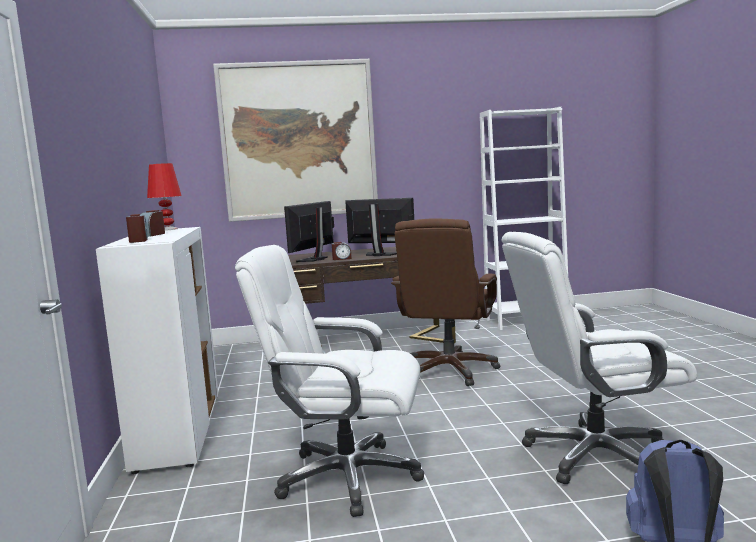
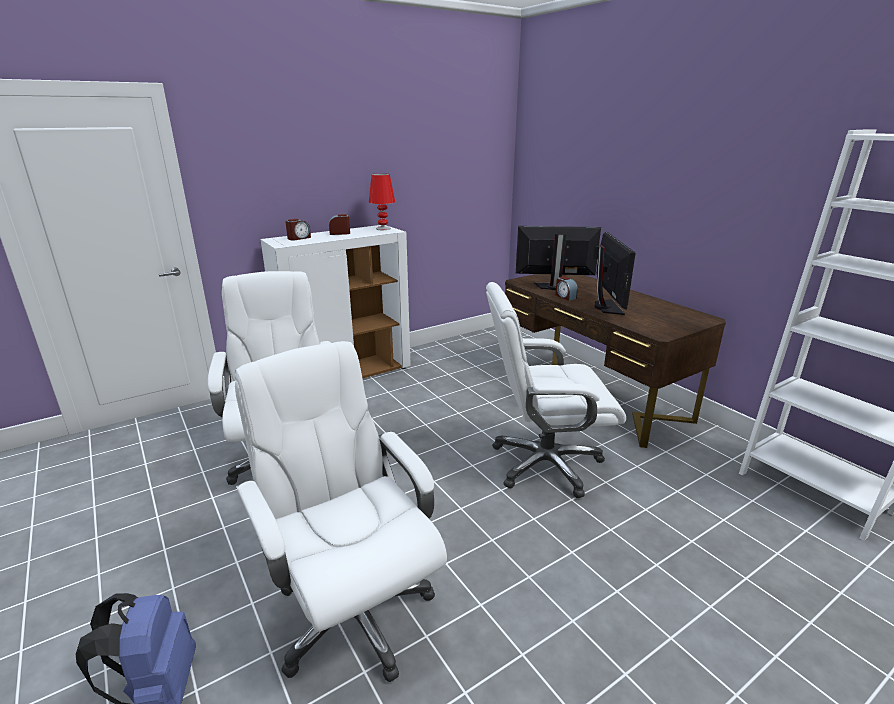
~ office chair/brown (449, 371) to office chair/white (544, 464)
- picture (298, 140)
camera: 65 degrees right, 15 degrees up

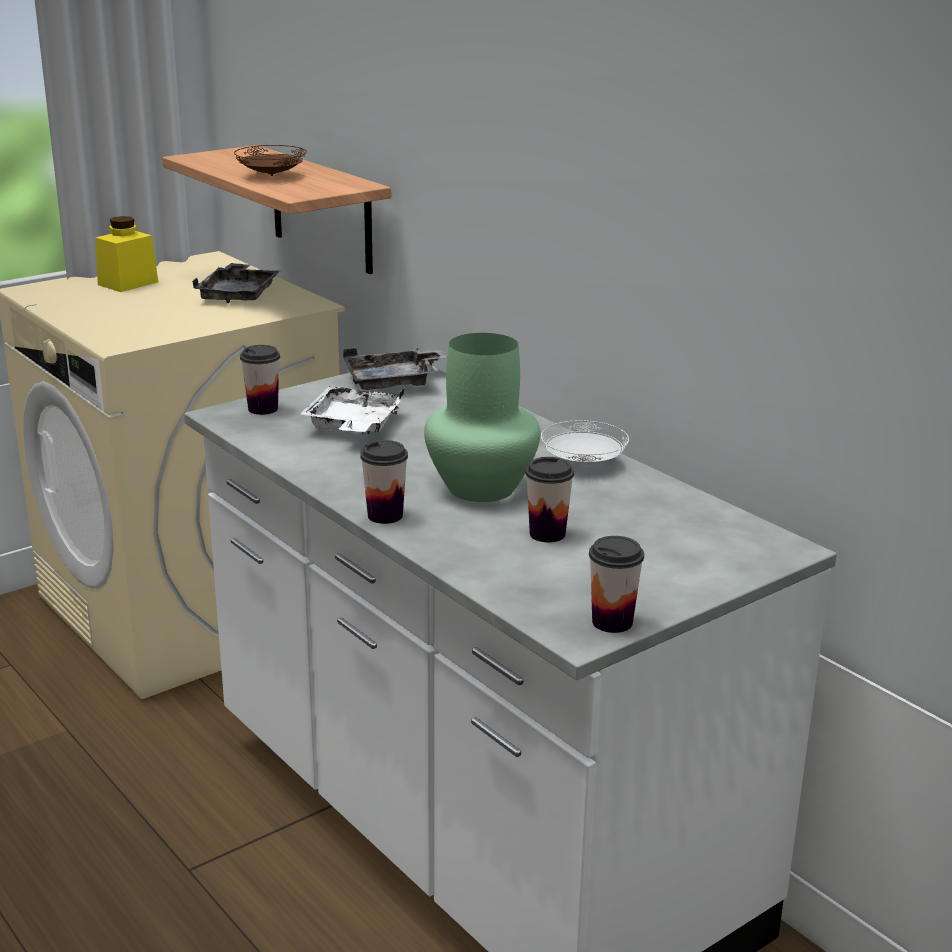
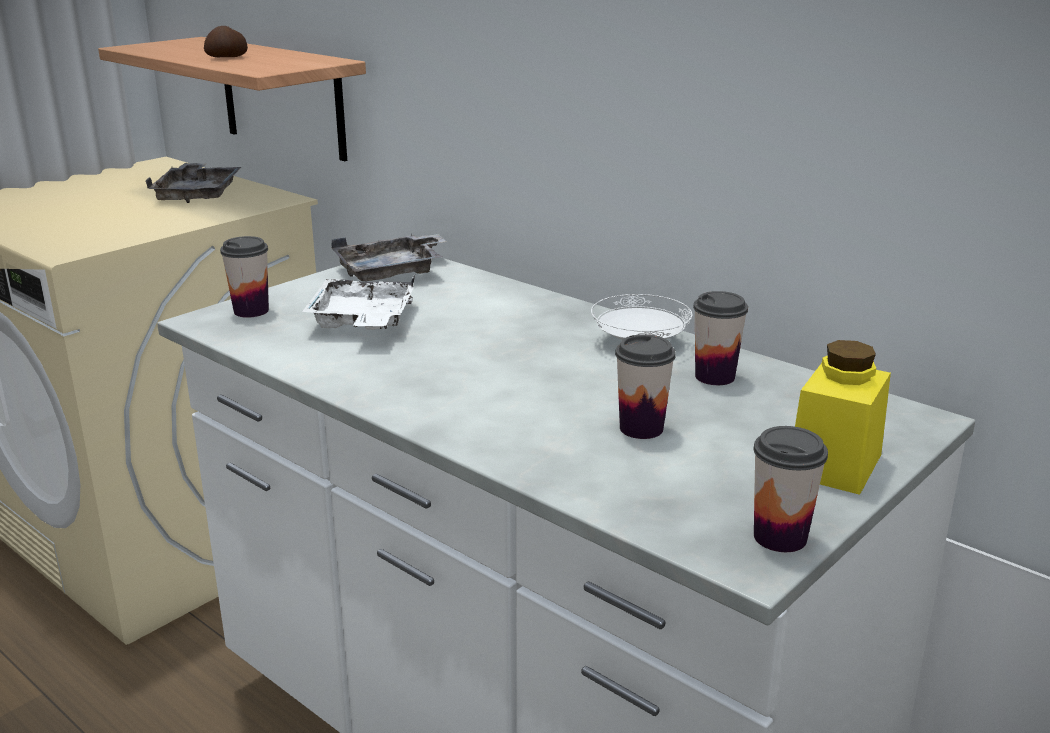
~ plate/brown (271, 176) to potato (228, 57)
~ cup (385, 516) to (714, 377)
~ jar/yellow (128, 283) to (834, 465)
- vase/green (481, 487)
camera: 10 degrees left, 0 degrees up

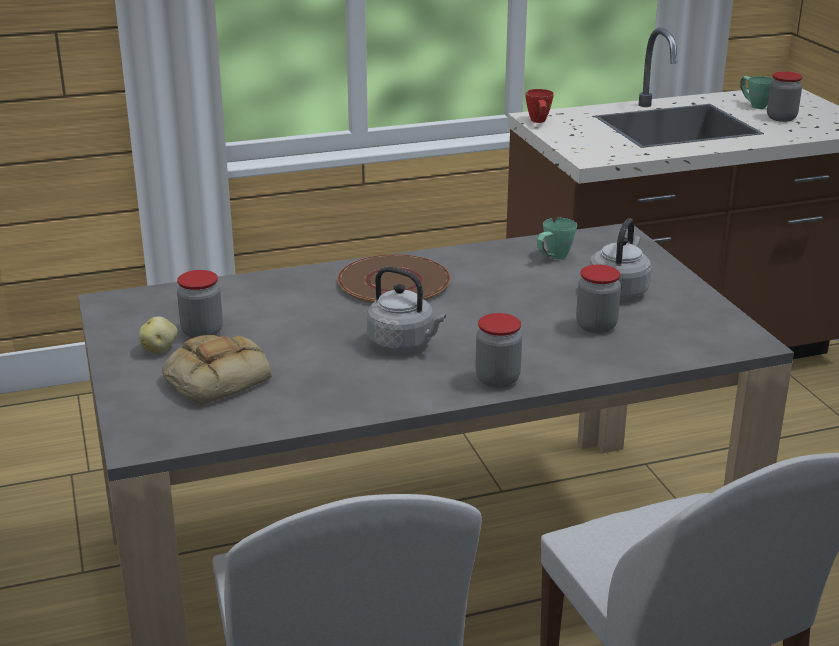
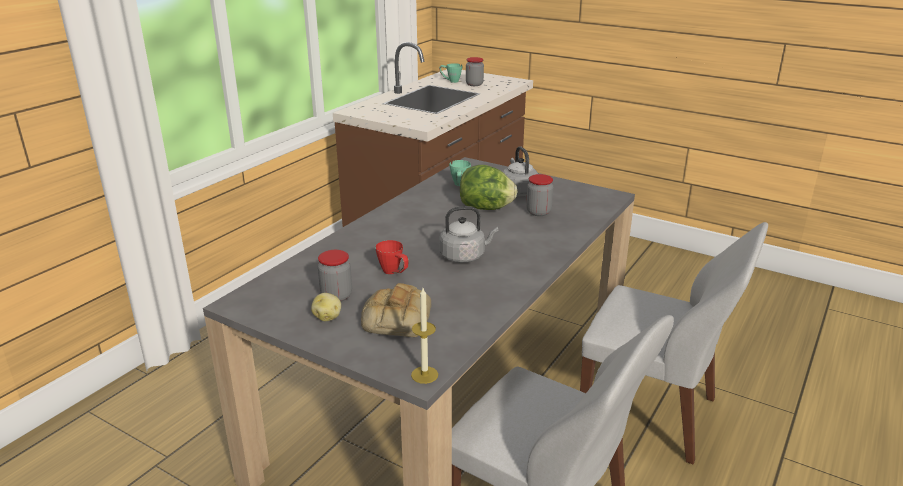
~ mug/red (539, 122) to (394, 273)
+ candle (424, 375)
+ lettuce (486, 208)
- plate/brown (394, 282)
- jar (497, 379)
camera: 40 degrees left, 0 degrees up

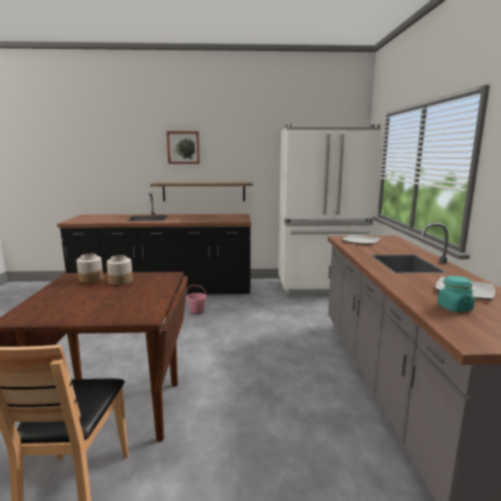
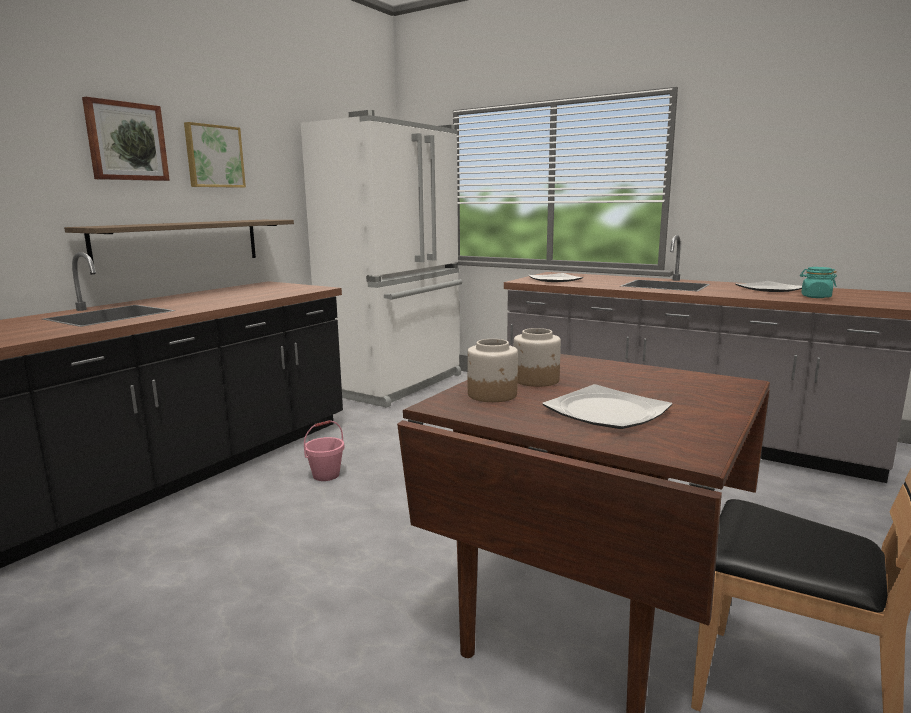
+ picture (214, 156)
+ plate (607, 412)
camera: 55 degrees left, 0 degrees up

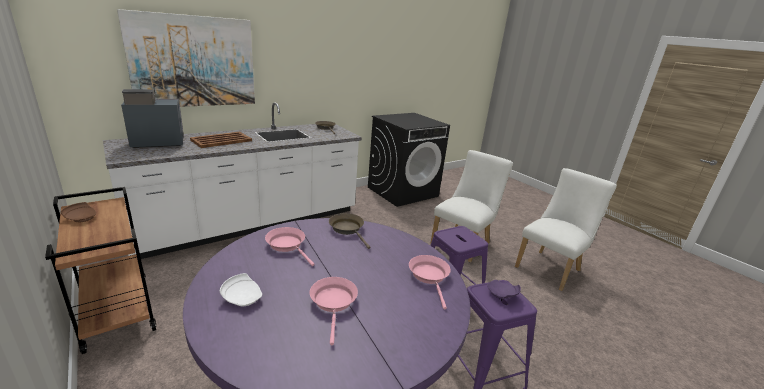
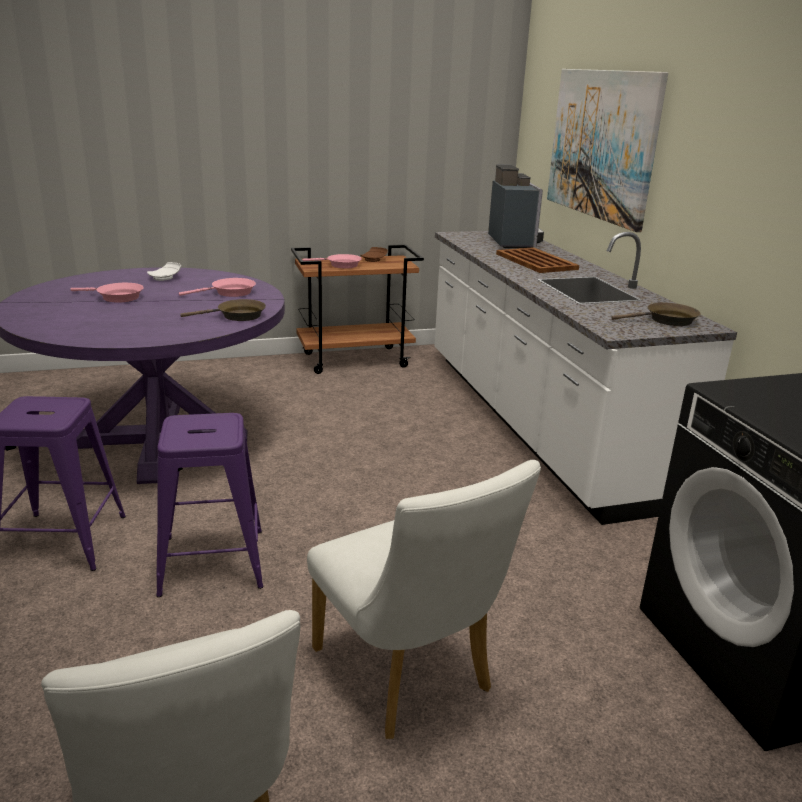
~ frying pan/pink (429, 276) to (340, 265)
- plate/purple (502, 295)
camera: 110 degrees right, 0 degrees up

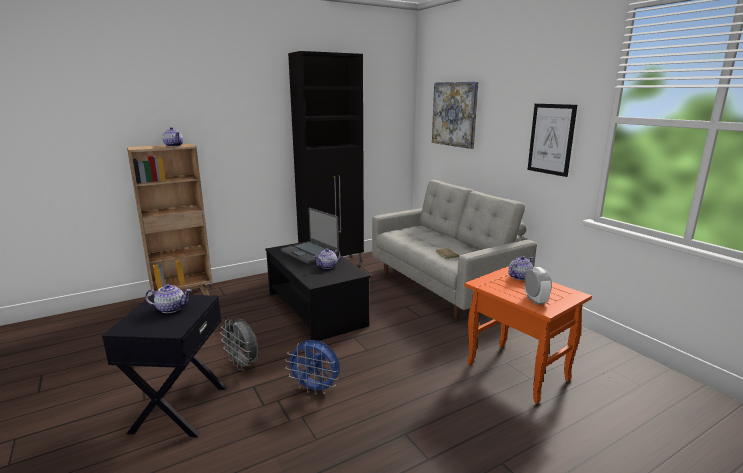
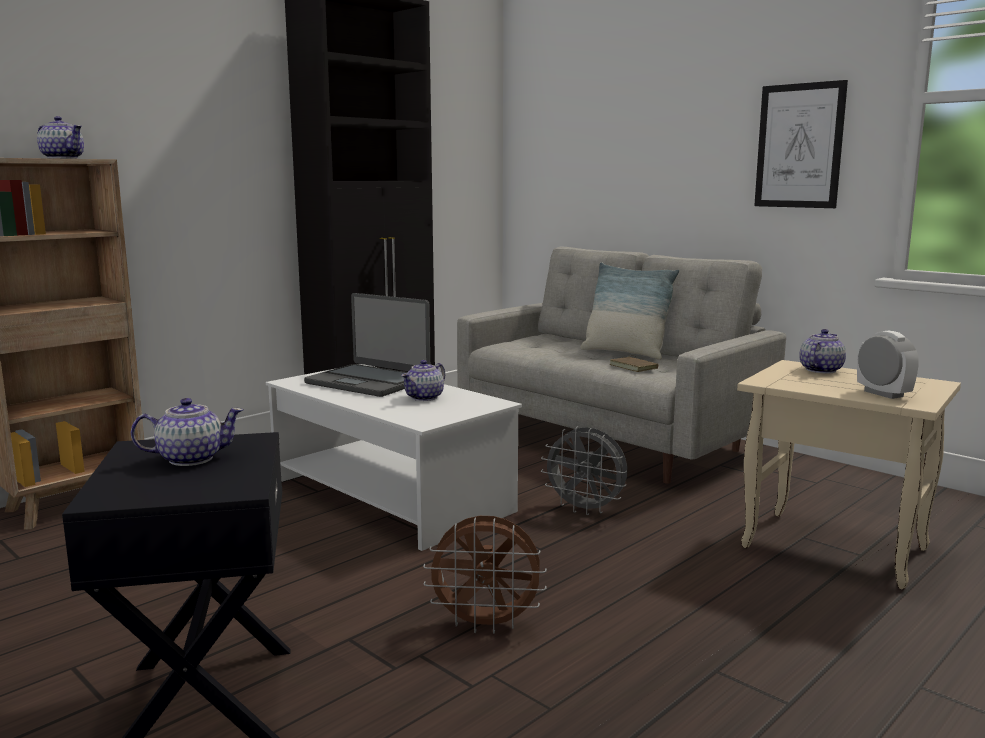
~ coffee table/black (316, 309) to coffee table/white (391, 496)
~ fan/blue (315, 389) to fan/brown (486, 624)
~ fan/grey (243, 365) to (586, 510)
+ pillow (625, 353)
~ side table/orange (515, 371) to side table/beige (830, 548)
- picture (454, 114)
camera: 15 degrees left, 5 degrees down

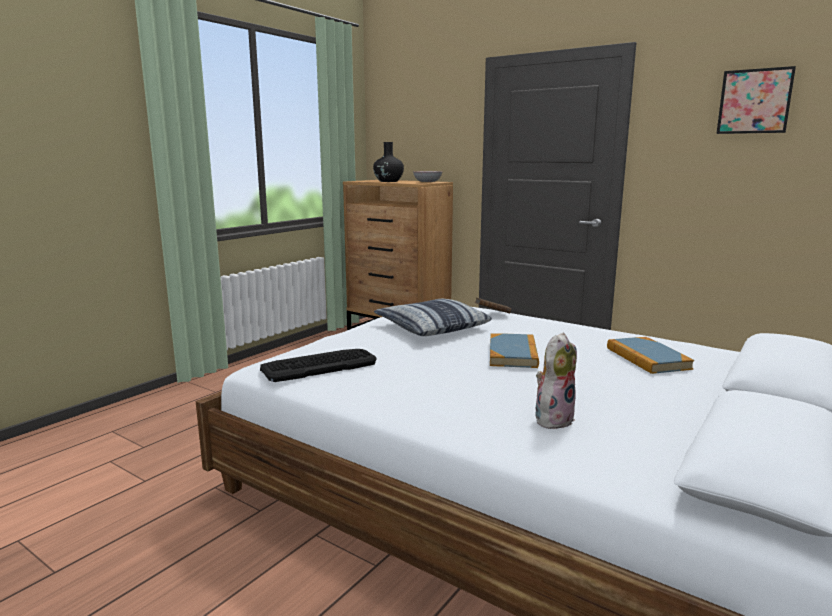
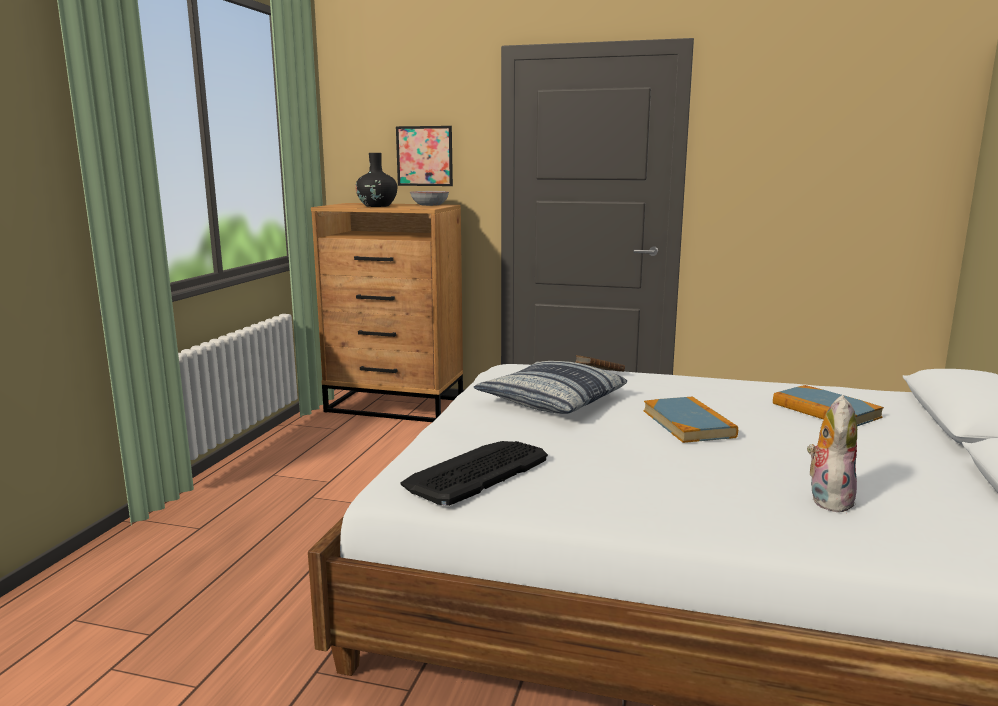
~ picture (754, 101) to (424, 156)
camera: 20 degrees left, 0 degrees up

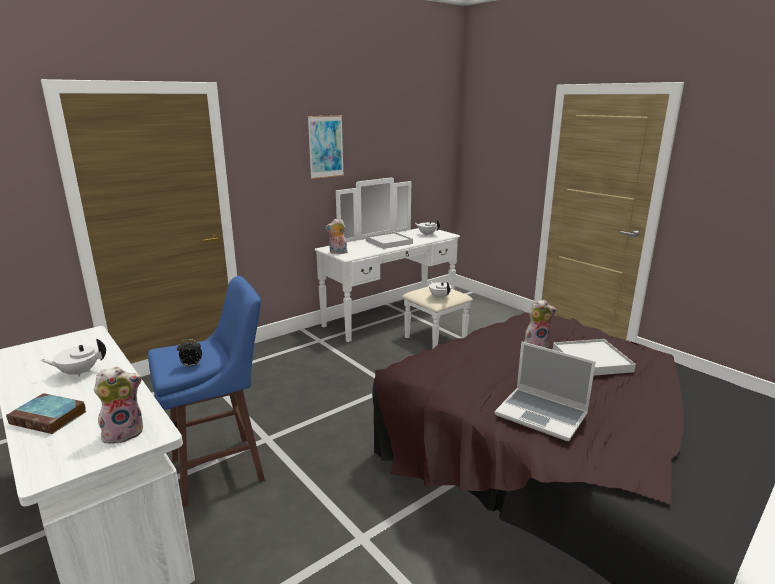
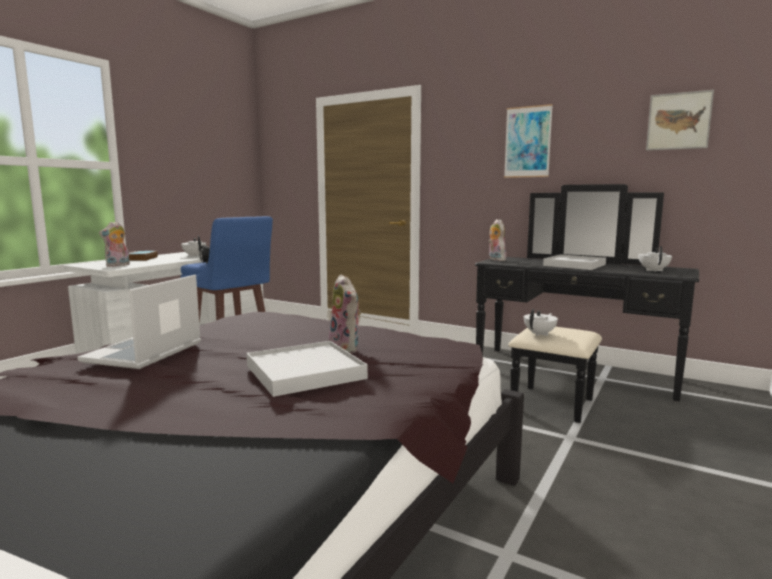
~ plush toy (124, 432) = (118, 265) 90 degrees clockwise
~ dresser/white (400, 321) to dresser/black (570, 378)
+ picture (678, 121)
camera: 70 degrees right, 10 degrees down

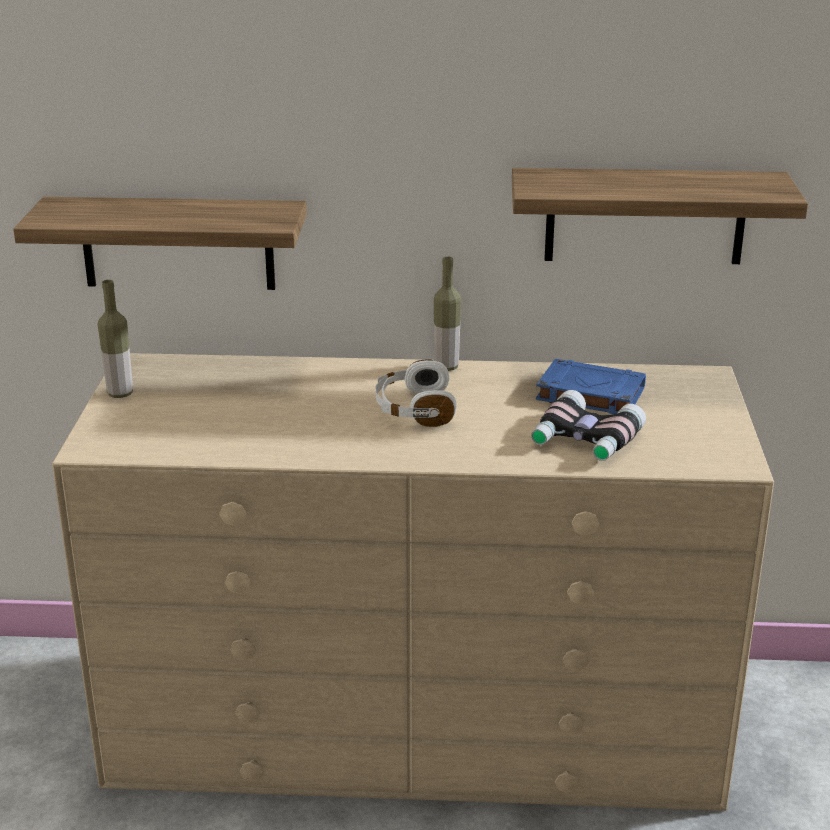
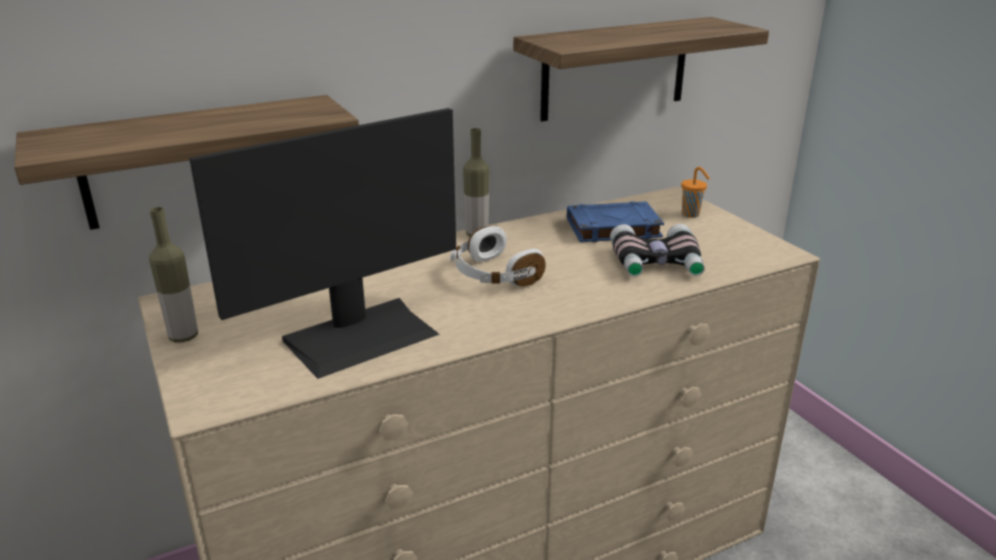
+ monitor (360, 335)
+ cup/orange (691, 215)
camera: 30 degrees left, 0 degrees up

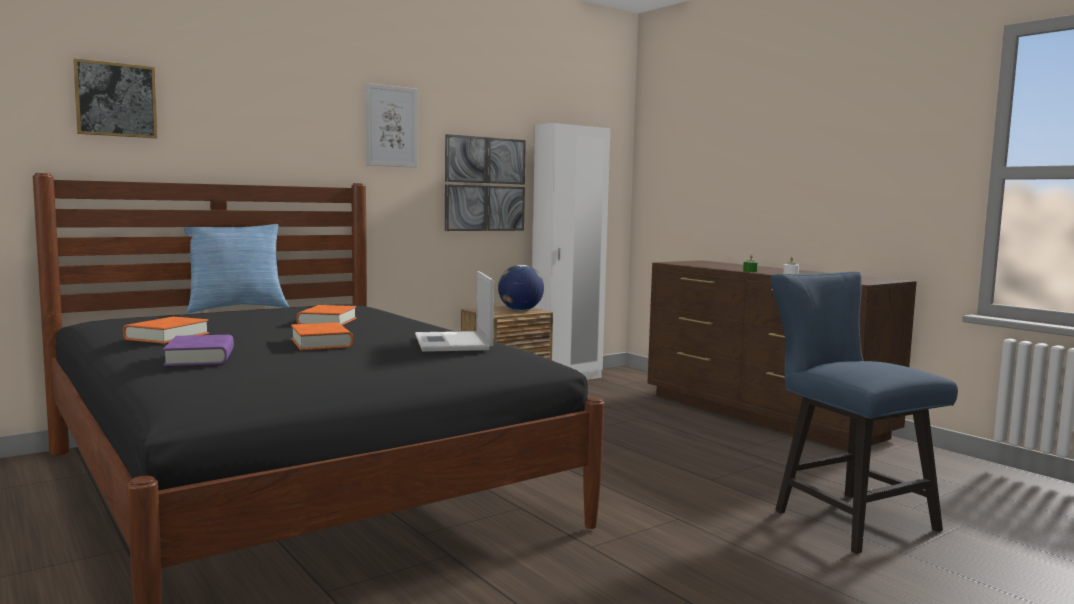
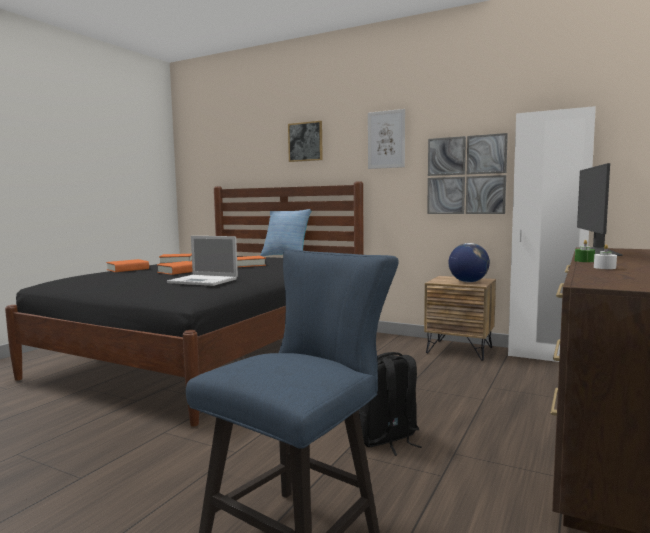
~ book/purple (200, 357) to book/orange (128, 269)
~ laptop (453, 343) = (204, 281) 120 degrees counterclockwise
~ picture (116, 100) to (305, 141)
+ backpack/black (386, 439)
+ monitor (596, 253)
camera: 65 degrees right, 0 degrees up

